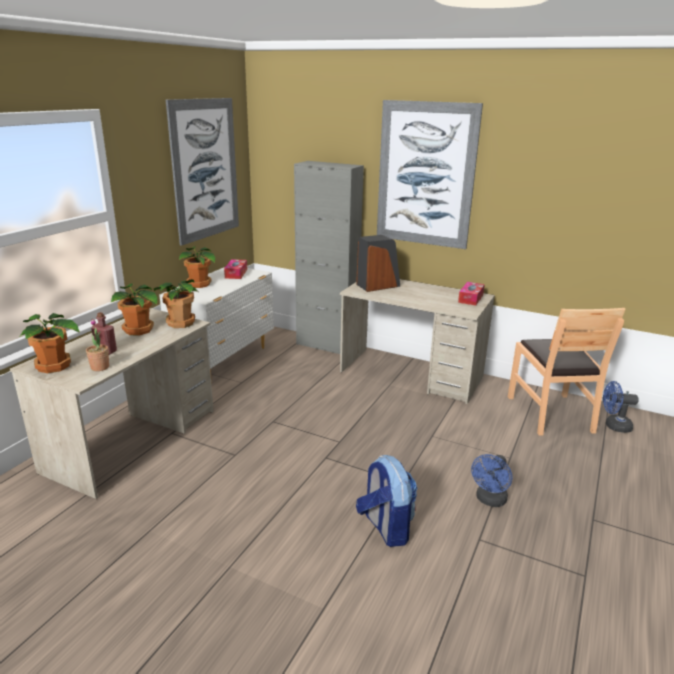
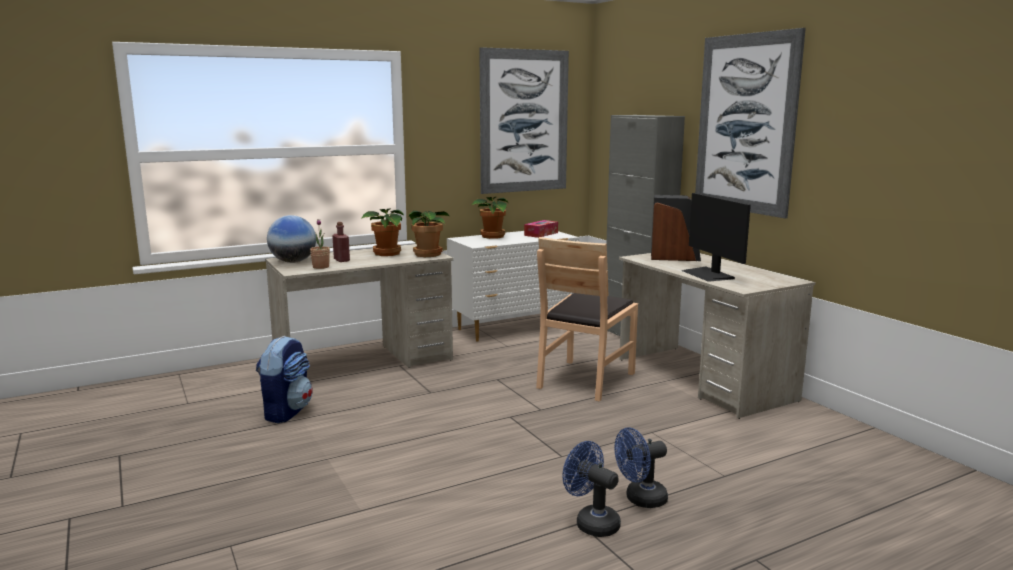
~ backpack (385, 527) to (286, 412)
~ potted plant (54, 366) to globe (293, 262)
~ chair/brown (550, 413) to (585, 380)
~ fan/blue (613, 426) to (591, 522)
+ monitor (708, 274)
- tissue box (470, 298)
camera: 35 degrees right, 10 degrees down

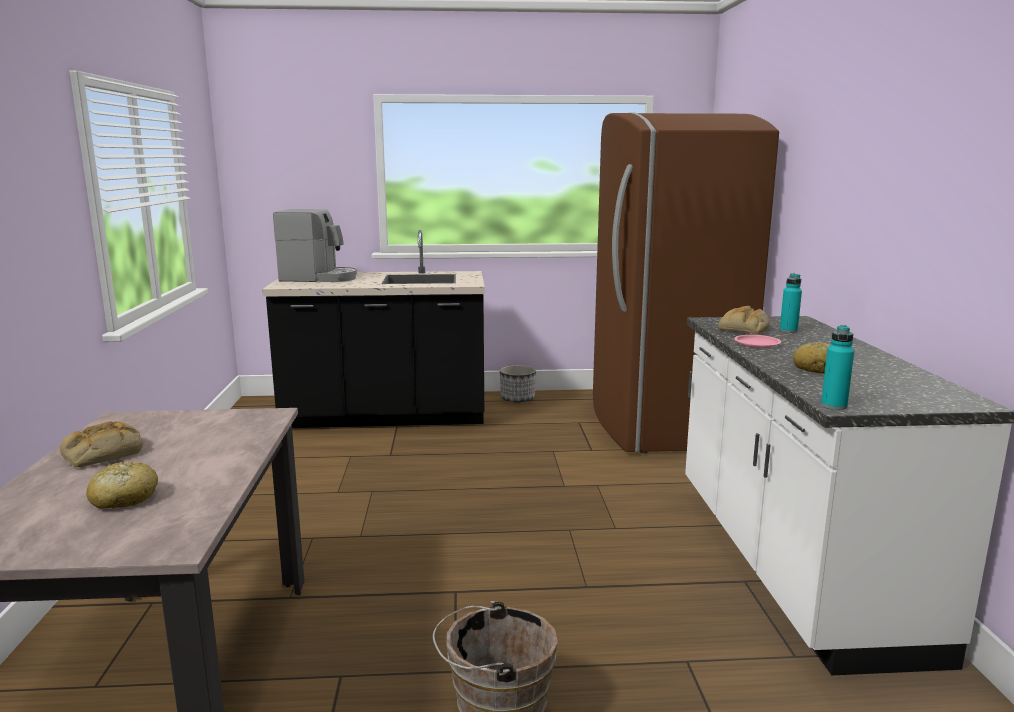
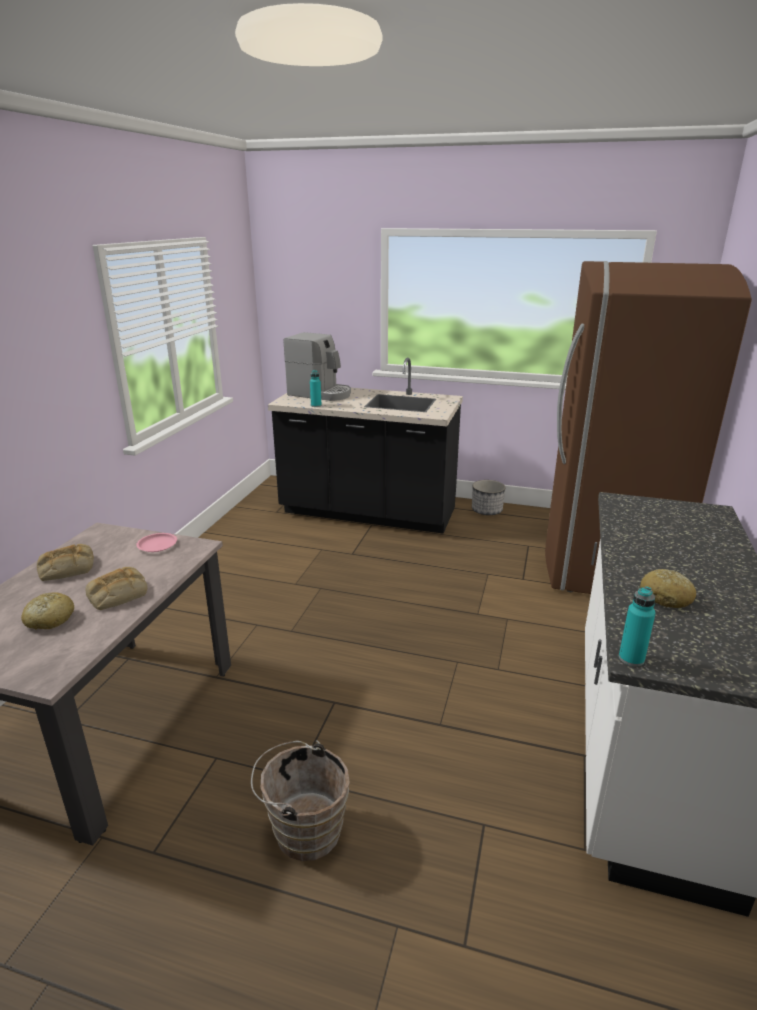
~ bread (744, 329) to (117, 594)
~ plate/pink (757, 344) to (157, 545)
~ bottle/turquoise (788, 330) to (316, 405)
camera: 20 degrees right, 10 degrees up

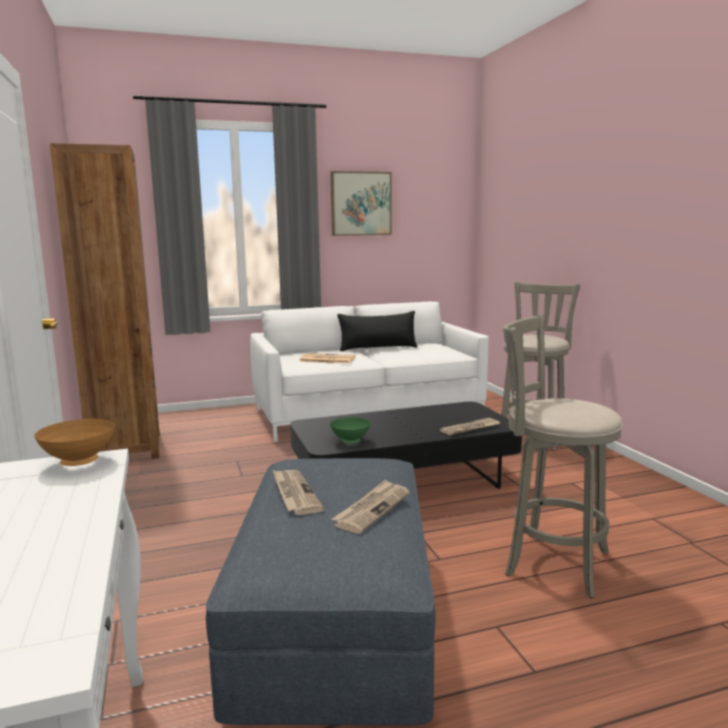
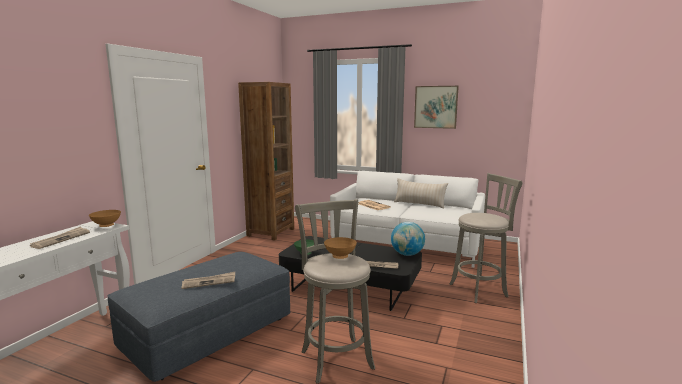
~ newspaper (294, 494) to (61, 239)
+ bowl/brown (339, 257)
+ globe (407, 254)
~ pillow/black (378, 348) to pillow/beige (419, 204)
camera: 40 degrees right, 0 degrees up

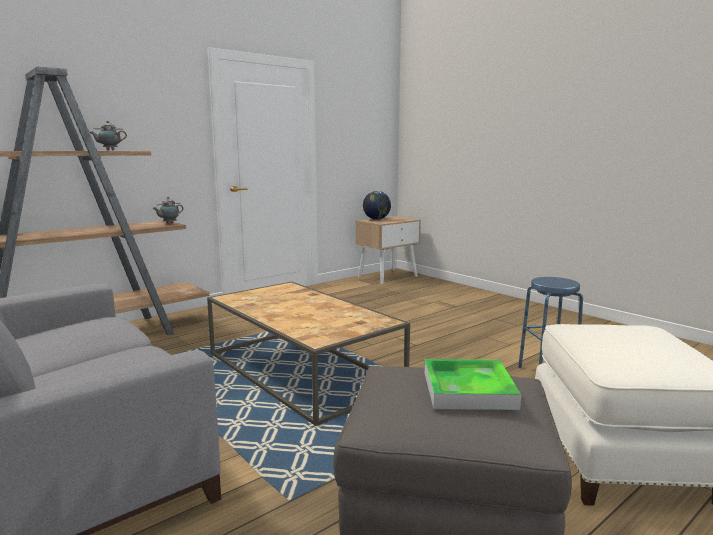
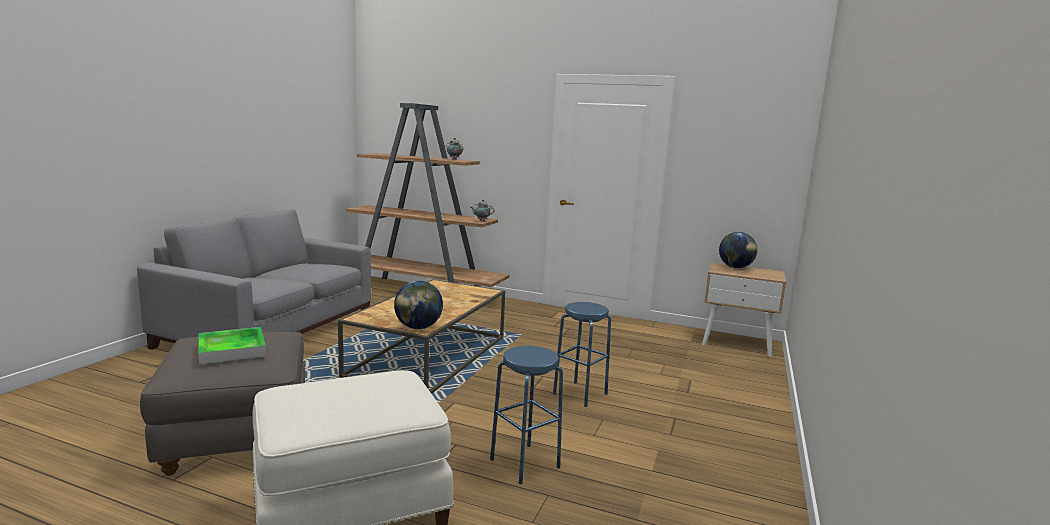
+ globe (418, 328)
+ stool/blue (580, 394)
camera: 60 degrees right, 0 degrees up

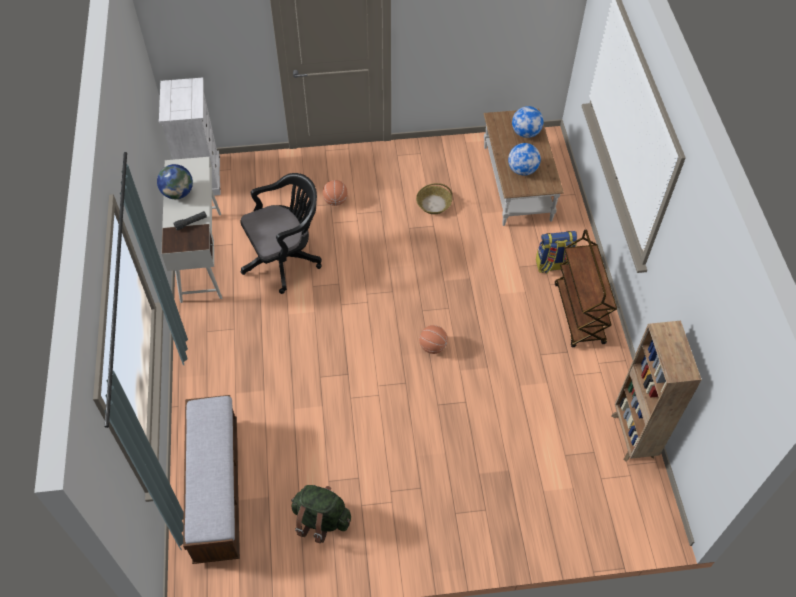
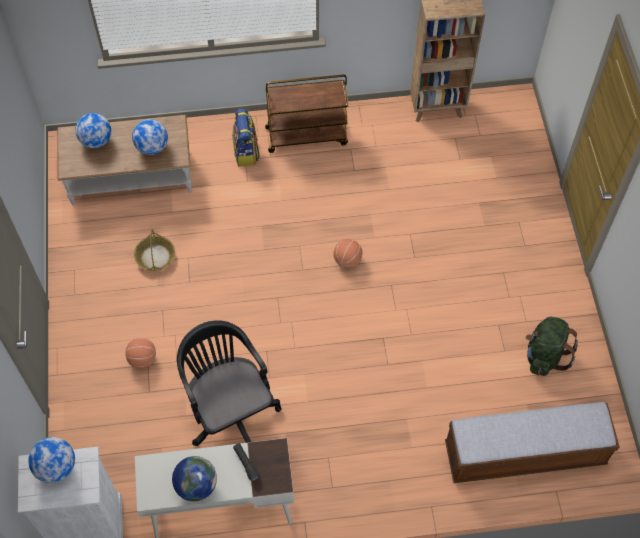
+ globe (56, 467)
camera: 90 degrees left, 5 degrees up

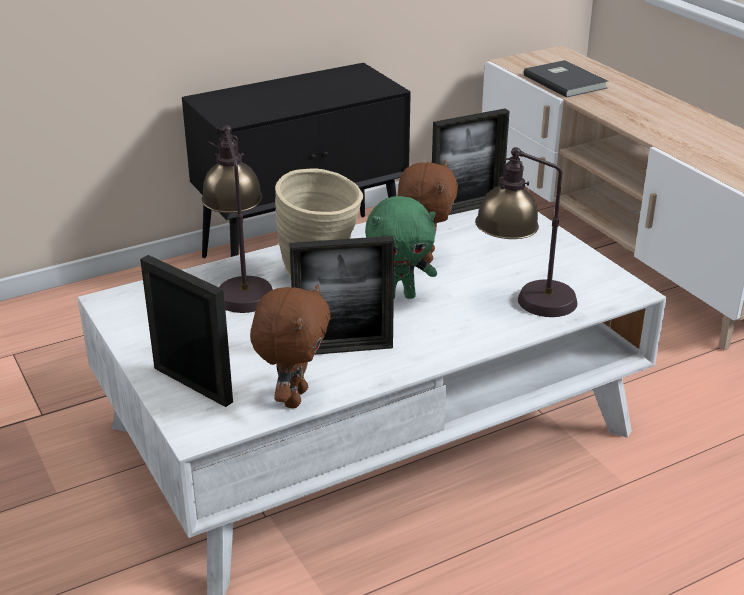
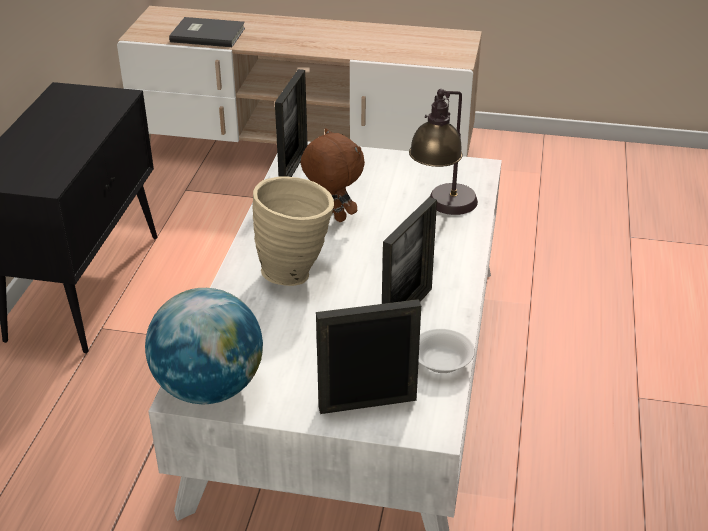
+ globe (209, 388)
~ plush toy/brown (293, 397) to bowl/white (441, 362)
- table lamp (241, 285)
- plush toy/green (399, 296)
camera: 50 degrees left, 5 degrees up

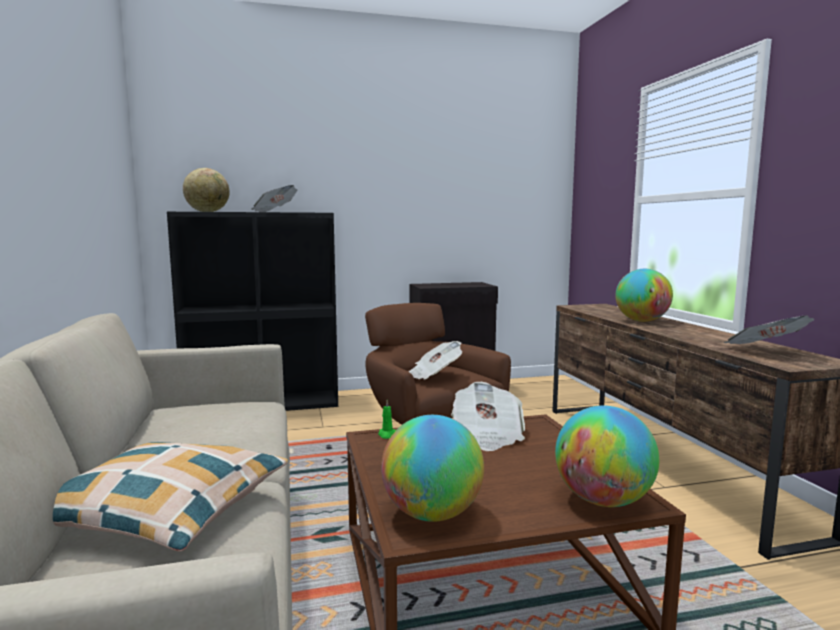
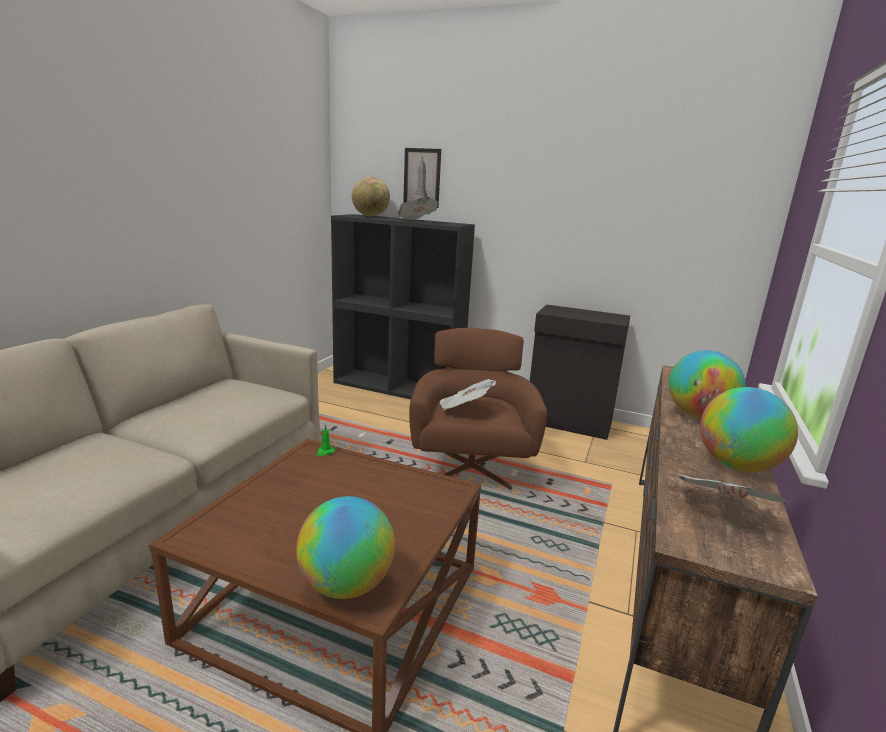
+ picture (422, 178)
~ globe (432, 514) to (736, 466)
- pillow (168, 510)
- newspaper (488, 435)
camera: 35 degrees right, 10 degrees up

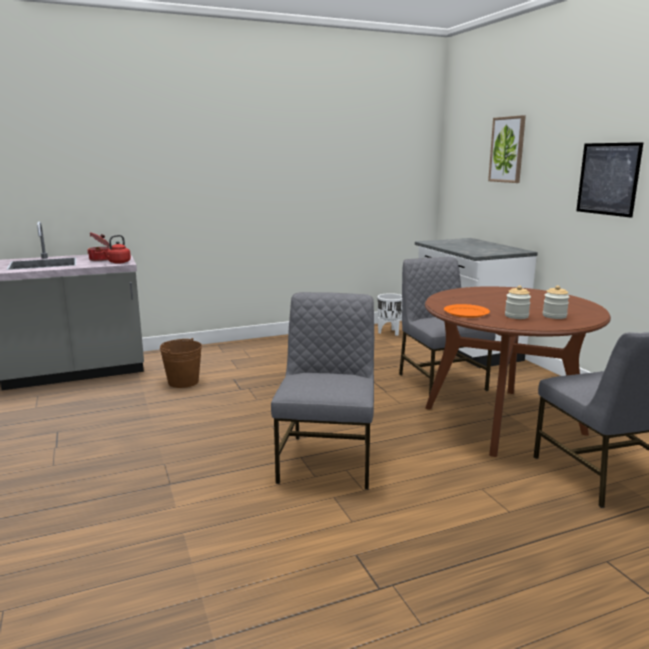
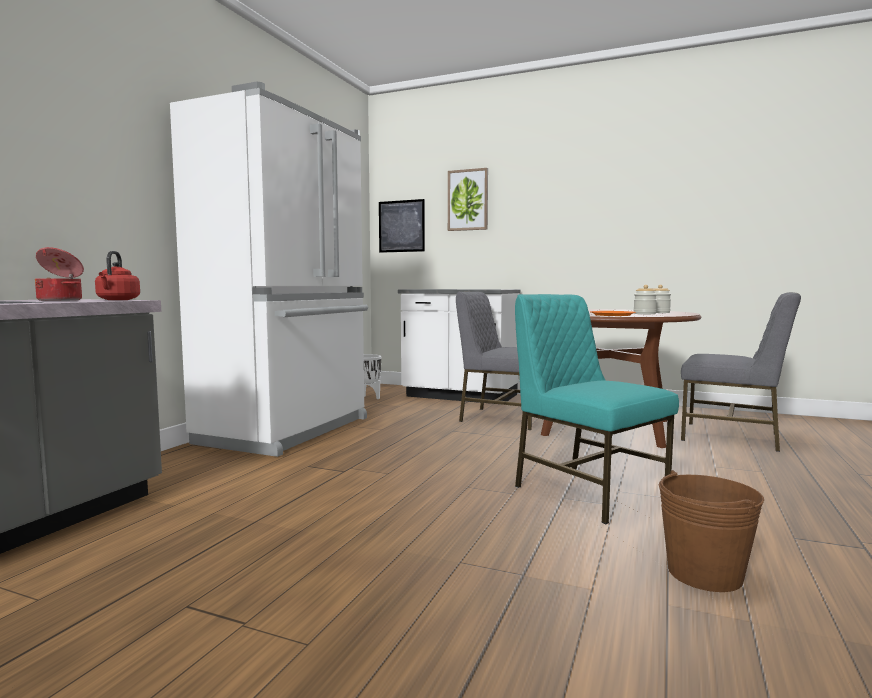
+ fridge/white (289, 430)
~ picture (608, 179) to (401, 226)
~ chair/grey (328, 460) to chair/turquoise (587, 490)
~ bucket/brown (183, 382) to (704, 573)
camera: 45 degrees left, 10 degrees down

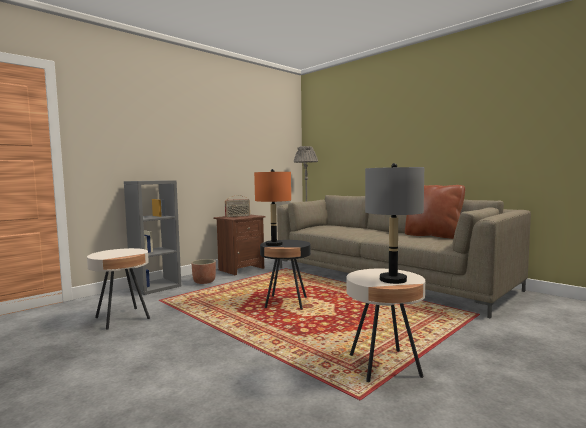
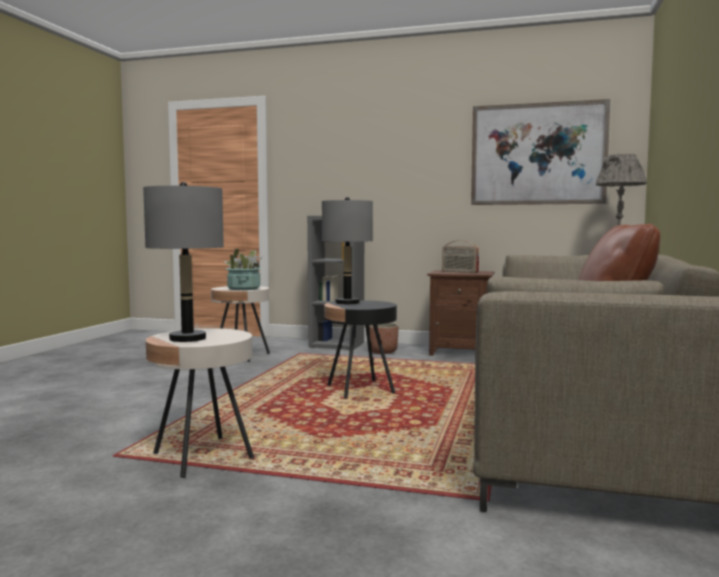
+ potted plant (244, 288)
~ table lamp/orange (274, 244) to table lamp/grey (347, 303)
+ picture (538, 154)
camera: 60 degrees right, 0 degrees up

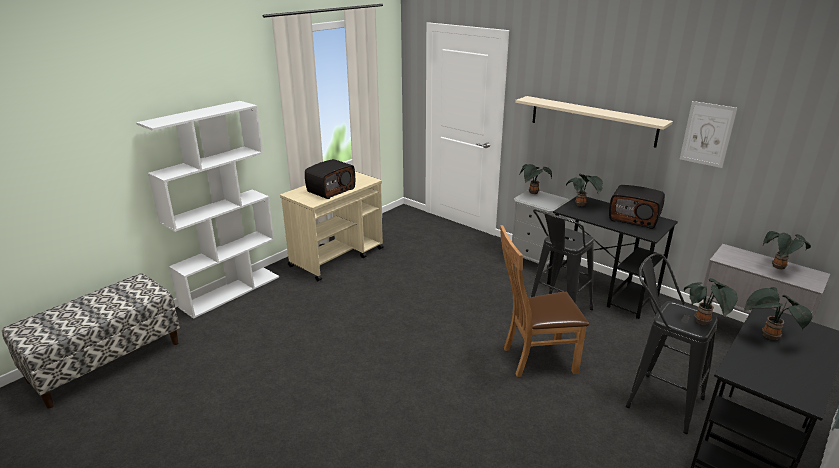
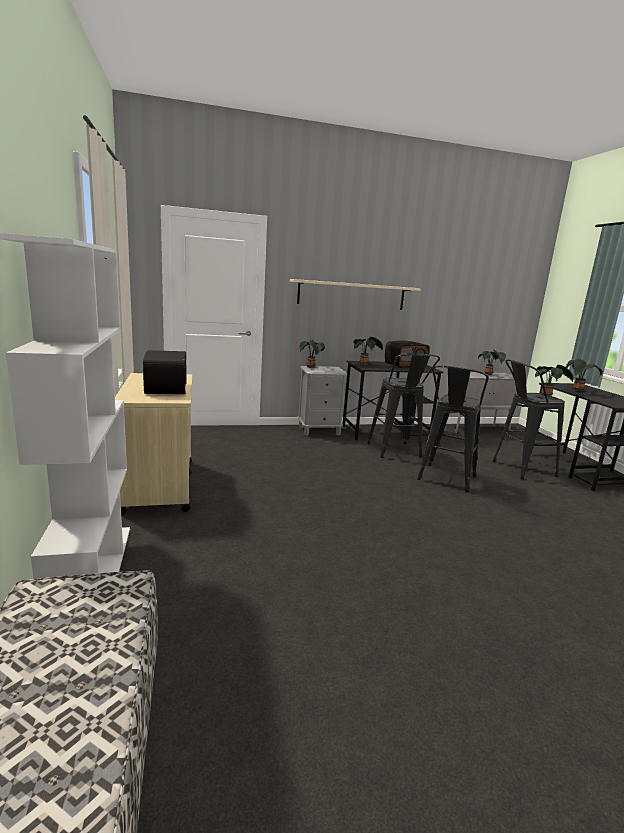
~ chair/brown (534, 359) to stool/black (445, 480)
- picture (707, 134)
camera: 55 degrees left, 10 degrees down

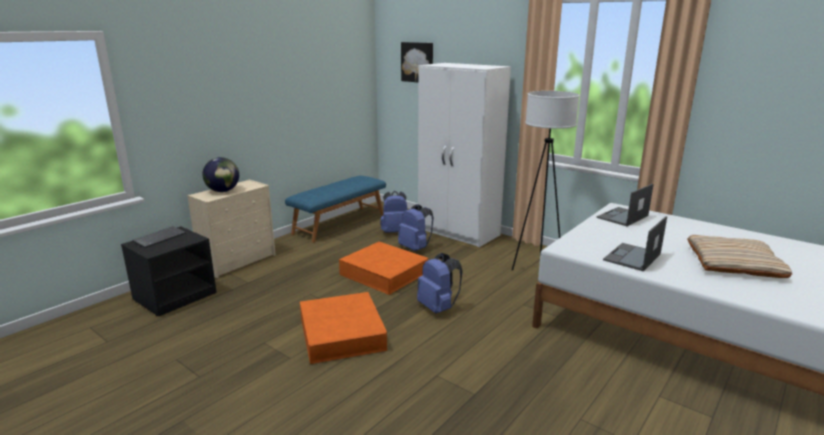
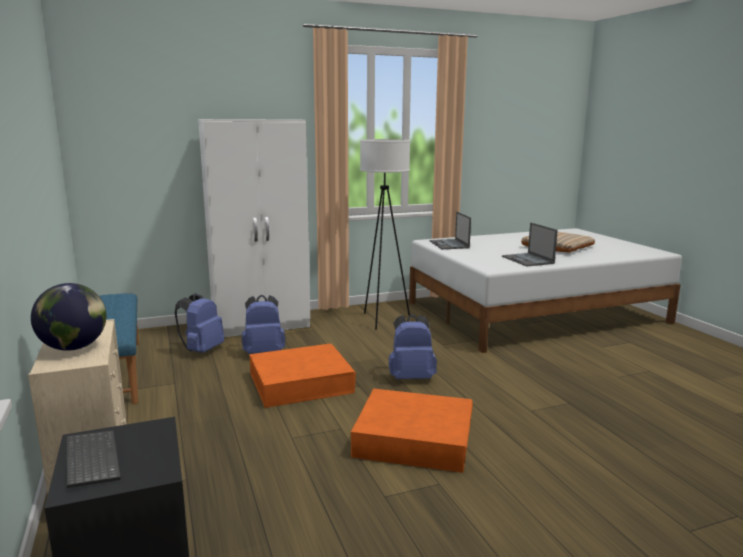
- picture (417, 62)
camera: 60 degrees left, 5 degrees down

